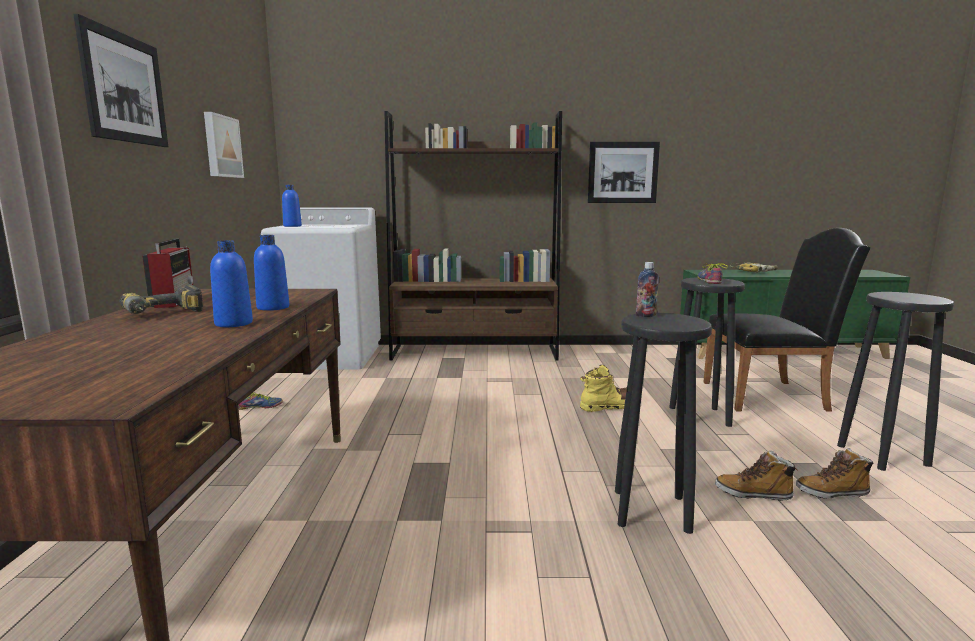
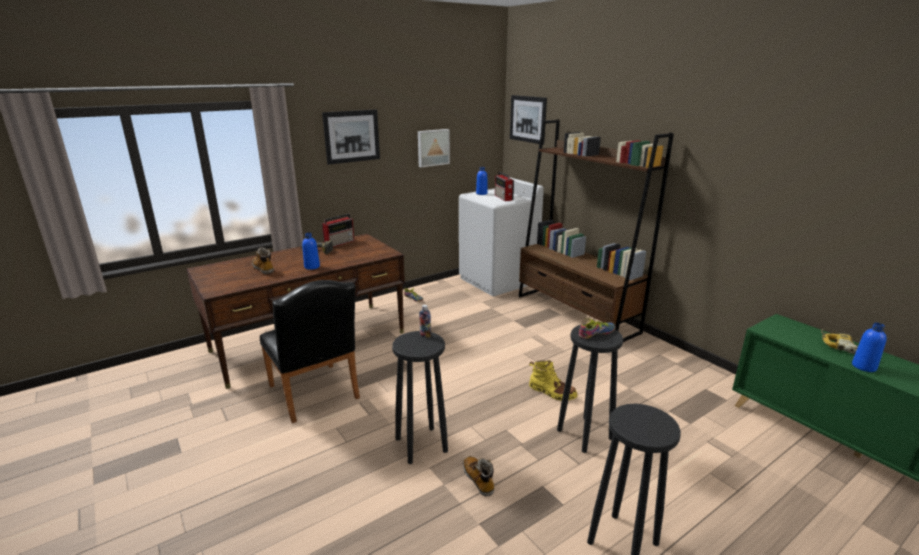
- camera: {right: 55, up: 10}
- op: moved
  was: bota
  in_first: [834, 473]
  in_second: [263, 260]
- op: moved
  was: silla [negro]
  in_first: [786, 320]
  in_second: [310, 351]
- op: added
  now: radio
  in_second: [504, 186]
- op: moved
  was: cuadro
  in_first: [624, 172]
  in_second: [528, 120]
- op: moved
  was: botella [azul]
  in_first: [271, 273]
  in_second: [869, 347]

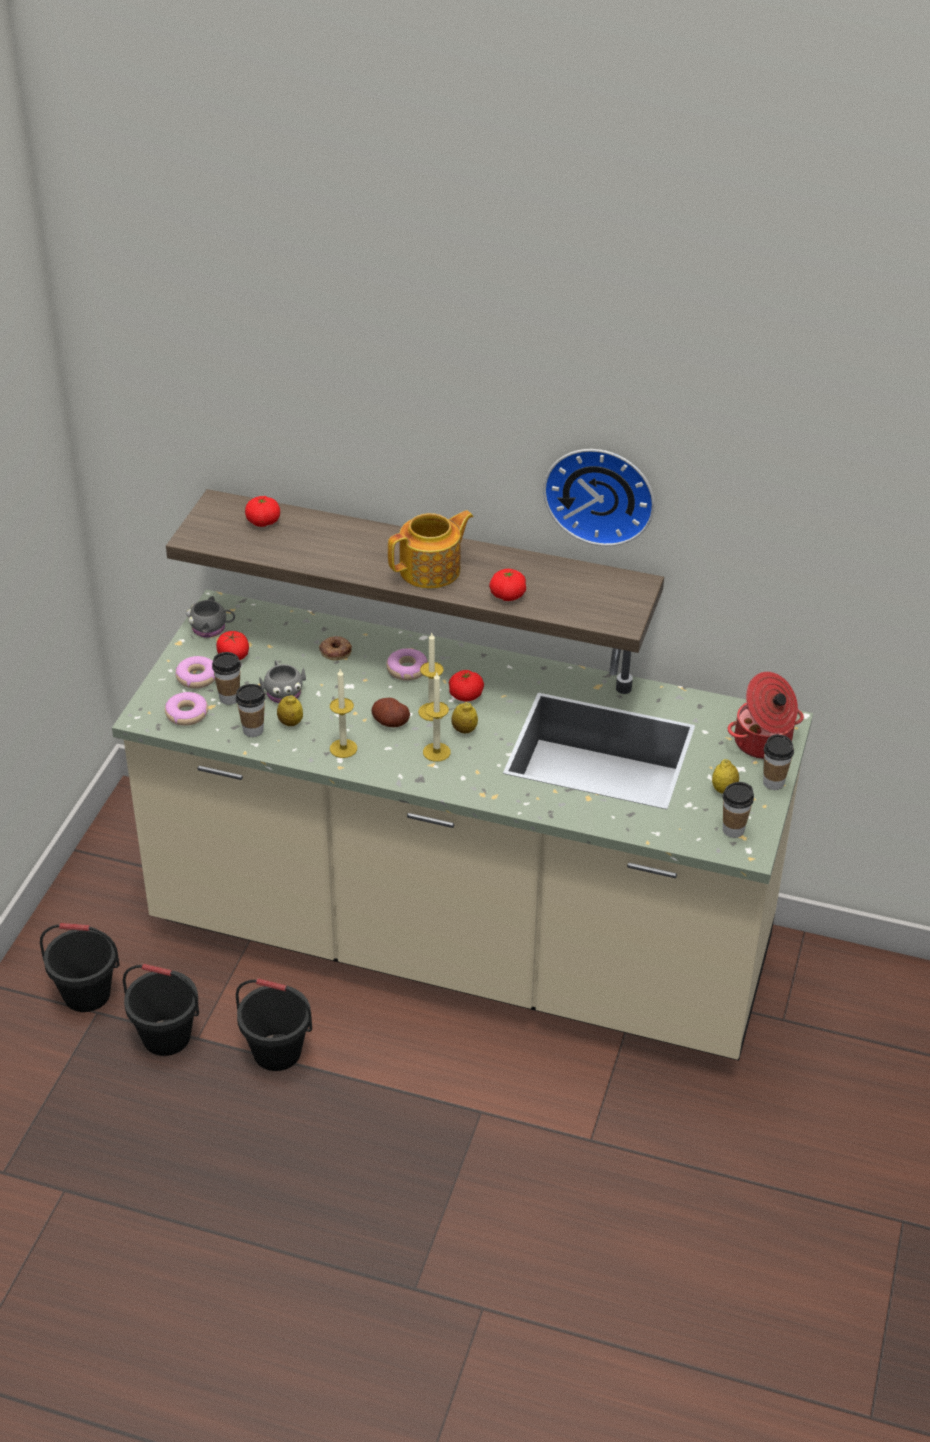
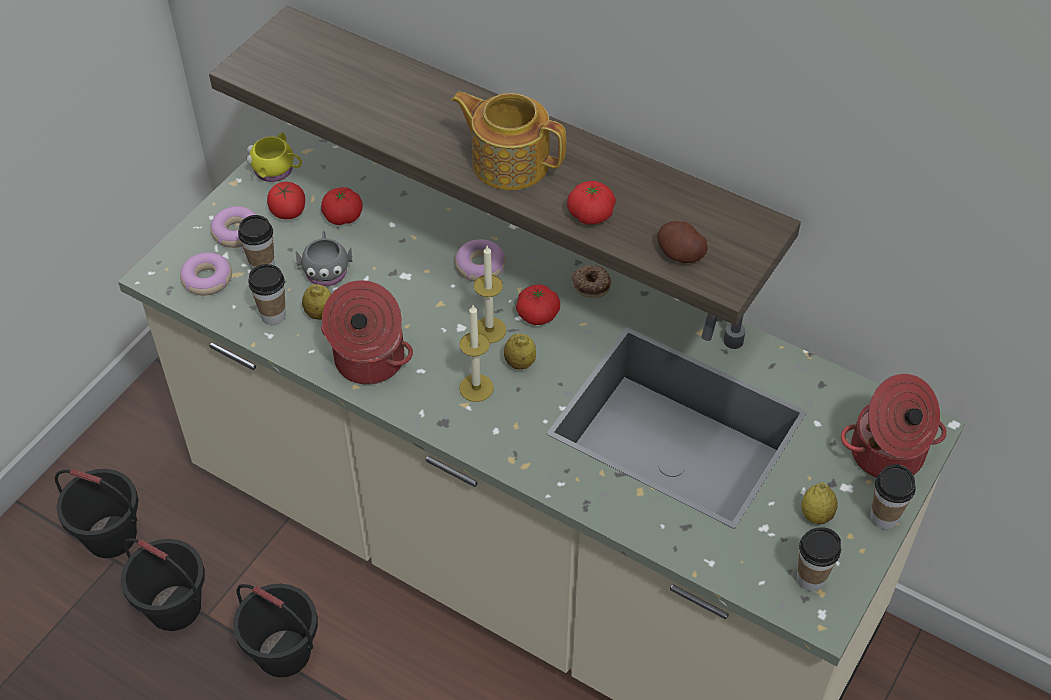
- camera: {right: 15, up: 10}
- op: recoloured
  was: taza grande [gris]
  now: taza grande [amarillo]
  in_first: [210, 617]
  in_second: [274, 157]
- op: moved
  was: tomate
  in_first: [262, 511]
  in_second: [341, 206]
- op: replaced
  was: vela
  now: olla
  in_first: [343, 713]
  in_second: [367, 332]
- op: turned
  was: tetera
  in_first: [431, 549]
  in_second: [508, 141]
  clockwise: -135
- op: moved
  was: rosquilla
  in_first: [335, 648]
  in_second: [591, 281]
- op: moved
  was: patata
  in_first: [390, 712]
  in_second: [682, 242]
- op: removed
  was: reloj de pared
  in_first: [599, 497]

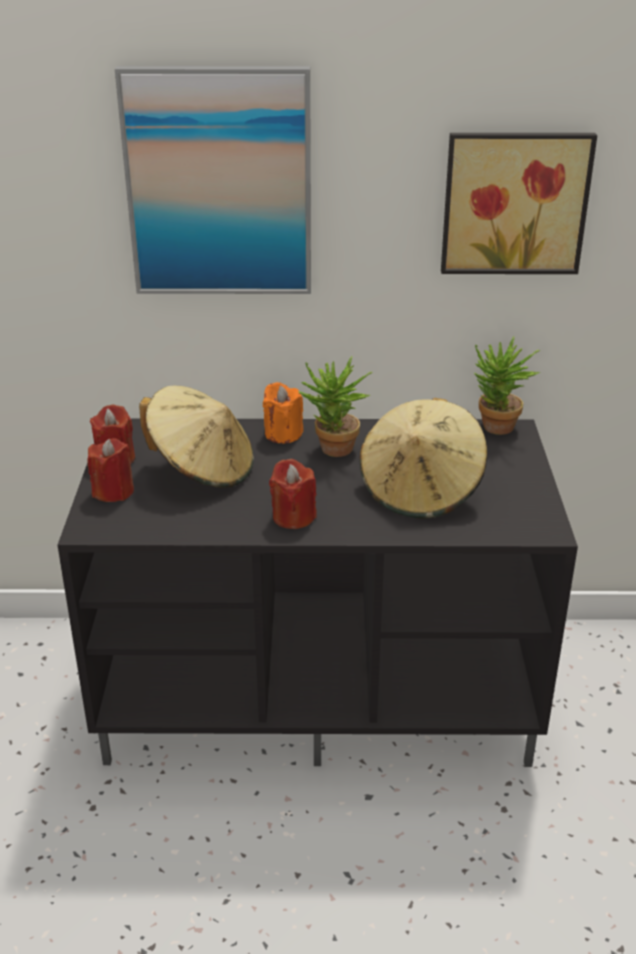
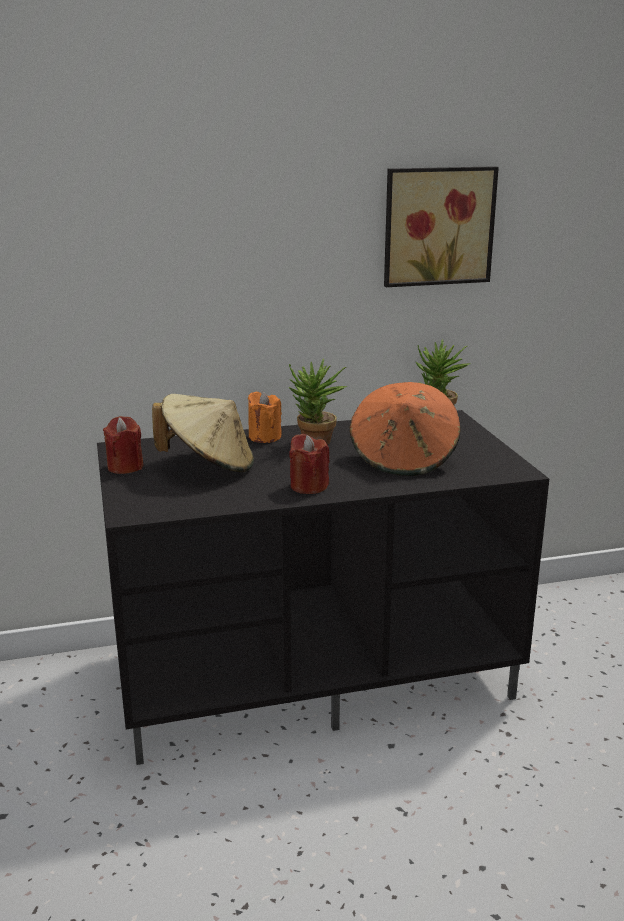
- camera: {right: -15, up: -10}
- op: recoloured
  was: sombrero [beis]
  now: sombrero [naranja]
  in_first: [423, 458]
  in_second: [405, 429]
- op: removed
  was: vela [rojo]
  in_first: [110, 470]
- op: removed
  was: cuadro
  in_first: [213, 180]

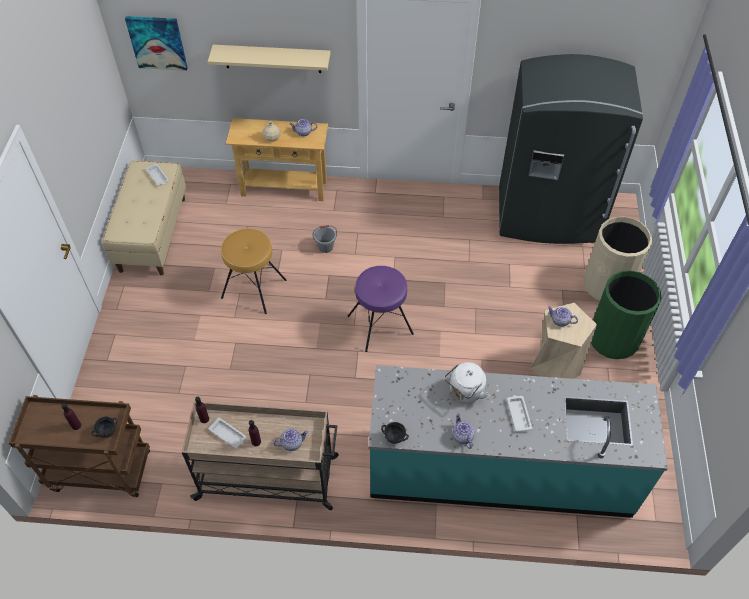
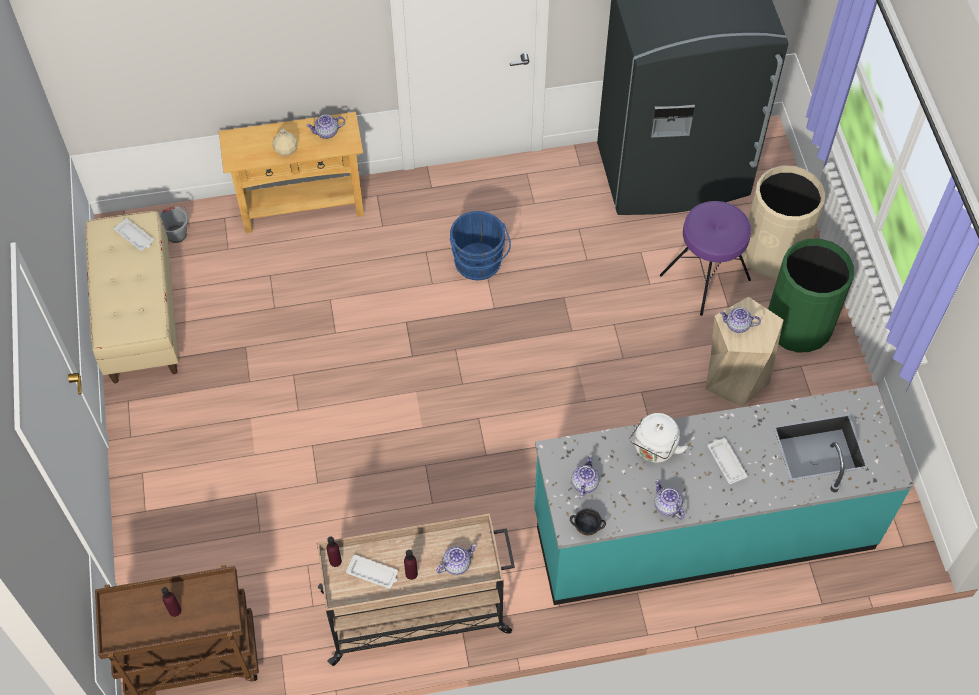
- camera: {right: -15, up: 5}
- op: moved
  was: cubo [gris]
  in_first: [325, 239]
  in_second: [174, 224]
- op: added
  now: cubo [azul]
  in_second: [480, 245]
- op: added
  now: tetera
  in_second: [585, 477]
- op: moved
  was: taburete [morado]
  in_first: [380, 309]
  in_second: [705, 258]
- op: removed
  was: cuenco [negro]
  in_first: [104, 427]
- op: removed
  was: cuadro
  in_first: [156, 43]
- op: removed
  was: estante [beis]
  in_first: [269, 59]
- op: removed
  was: taburete [marrón]
  in_first: [253, 271]

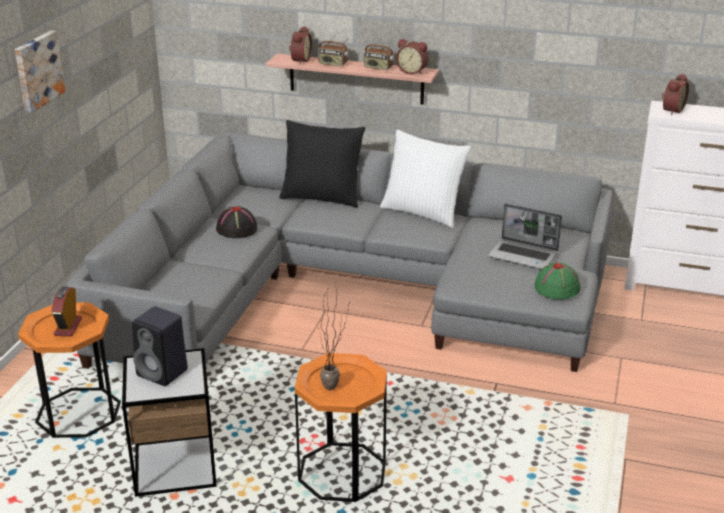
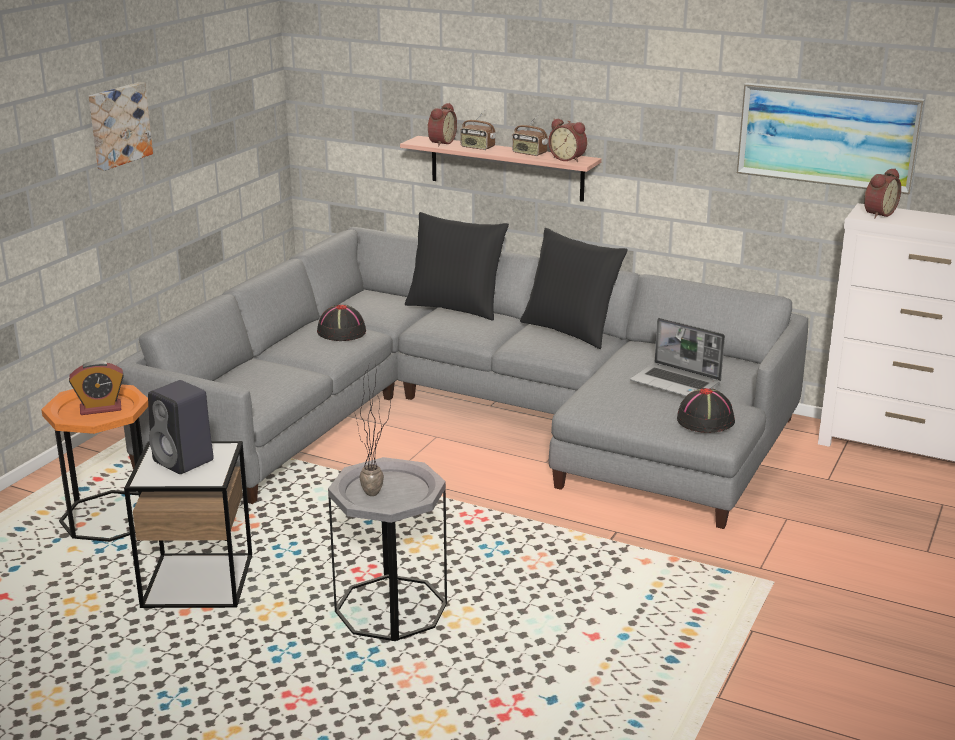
- camera: {right: 10, up: -5}
- op: turned
  was: despertador
  in_first: [66, 311]
  in_second: [96, 388]
  clockwise: -120
- op: recoloured
  was: mesa auxiliar [naranja]
  now: mesa auxiliar [gris]
  in_first: [341, 427]
  in_second: [387, 549]
- op: recoloured
  was: cojín [blanco]
  now: cojín [negro]
  in_first: [425, 178]
  in_second: [573, 288]
- op: recoloured
  was: sombrero [verde]
  now: sombrero [negro]
  in_first: [557, 281]
  in_second: [706, 410]
- op: added
  now: cuadro
  in_second: [830, 139]

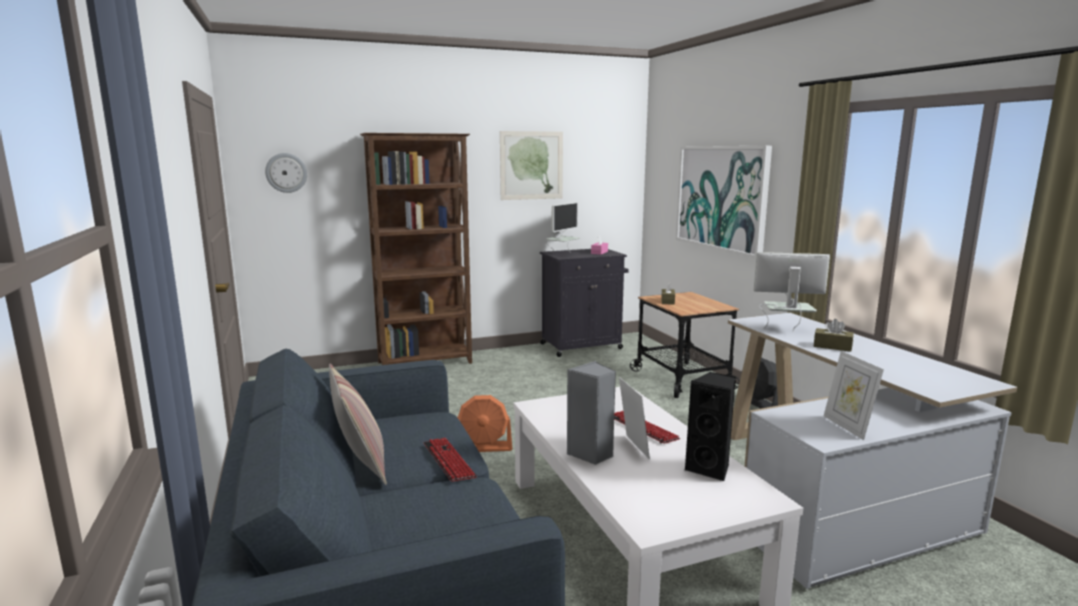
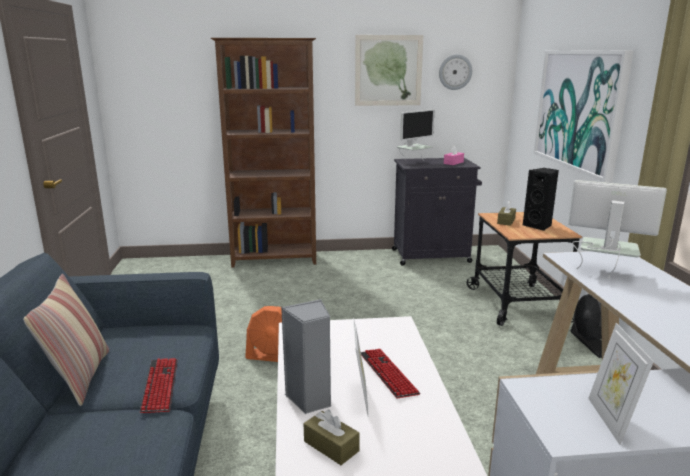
- camera: {right: 15, up: 5}
- op: moved
  was: caja de pañuelos [marrón]
  in_first: [834, 335]
  in_second: [332, 437]
- op: moved
  was: reloj de pared
  in_first: [286, 173]
  in_second: [455, 72]
- op: moved
  was: altavoz [negro]
  in_first: [710, 426]
  in_second: [541, 199]

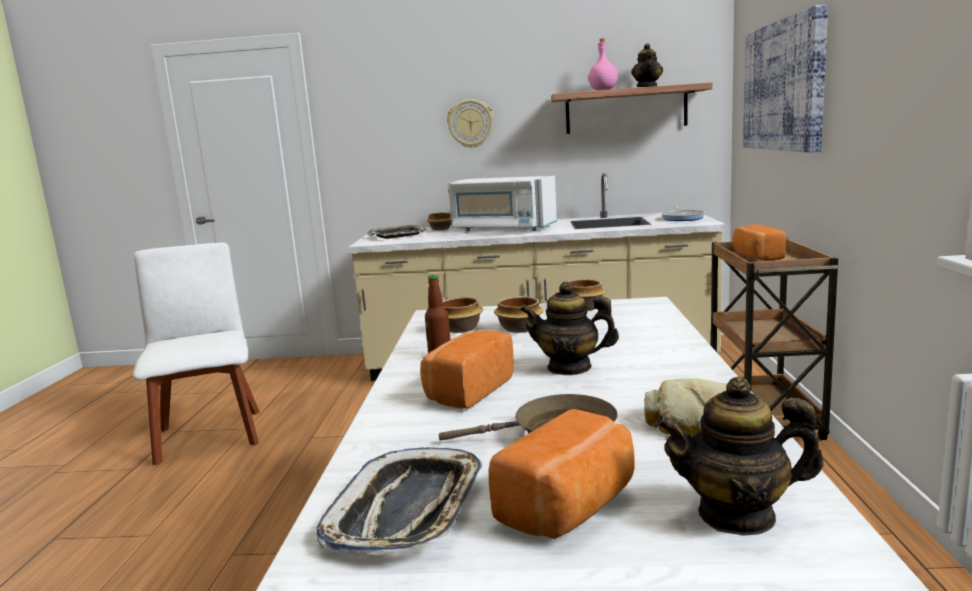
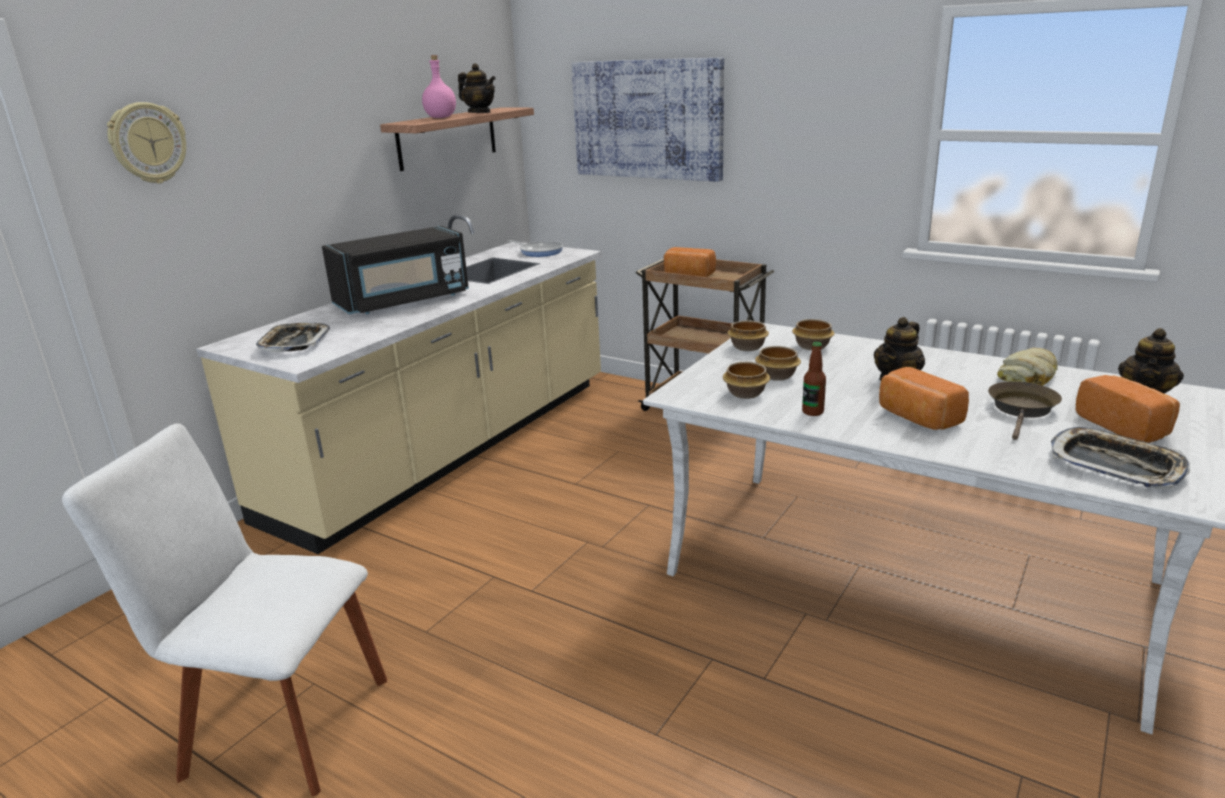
- camera: {right: -60, up: 10}
- op: moved
  was: reloj de pared
  in_first: [470, 123]
  in_second: [146, 143]
- op: recoloured
  was: microondas [blanco]
  now: microondas [negro]
  in_first: [502, 203]
  in_second: [395, 270]
- op: moved
  was: cuenco
  in_first: [439, 221]
  in_second: [813, 335]

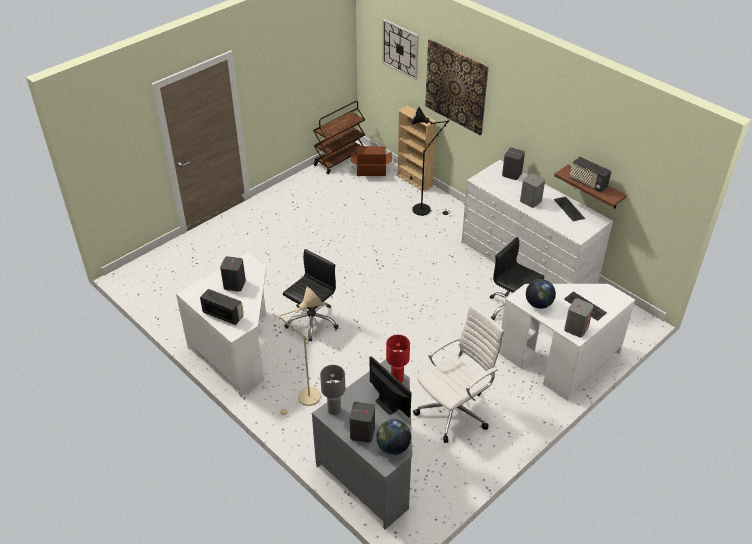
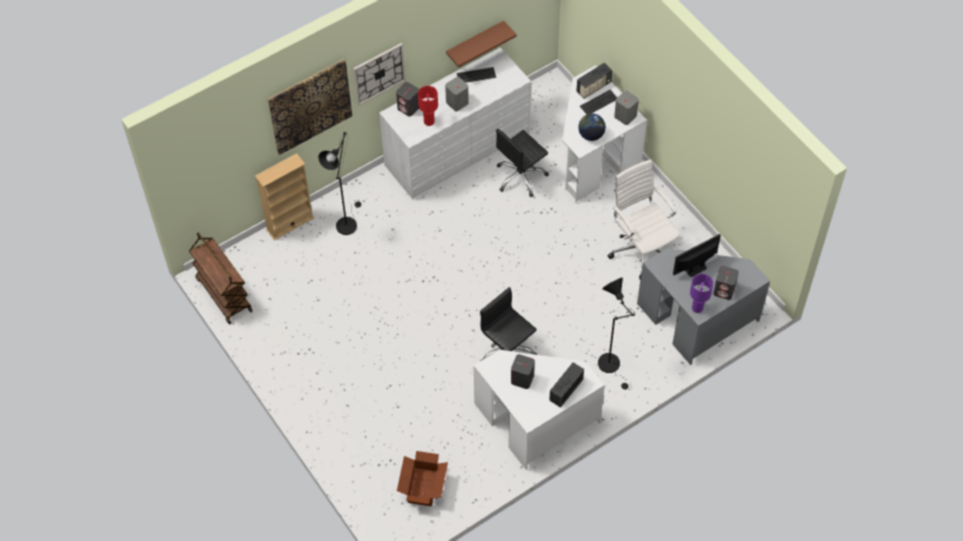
- camera: {right: -80, up: 15}
- op: moved
  was: reloj de pared
  in_first: [400, 49]
  in_second: [379, 74]
- op: moved
  was: caja de cartón
  in_first: [371, 161]
  in_second: [422, 478]
- op: moved
  was: lámpara de mesa [rojo]
  in_first: [398, 359]
  in_second: [428, 106]
- op: moved
  was: radio
  in_first: [590, 174]
  in_second: [594, 81]
- op: recoloured
  was: lámpara de pie [beis]
  now: lámpara de pie [negro]
  in_first: [300, 352]
  in_second: [617, 333]
- op: recoloured
  was: lámpara de mesa [gris]
  now: lámpara de mesa [morado]
  in_first: [332, 390]
  in_second: [701, 293]
- op: removed
  was: globo terráqueo
  in_first: [393, 437]

